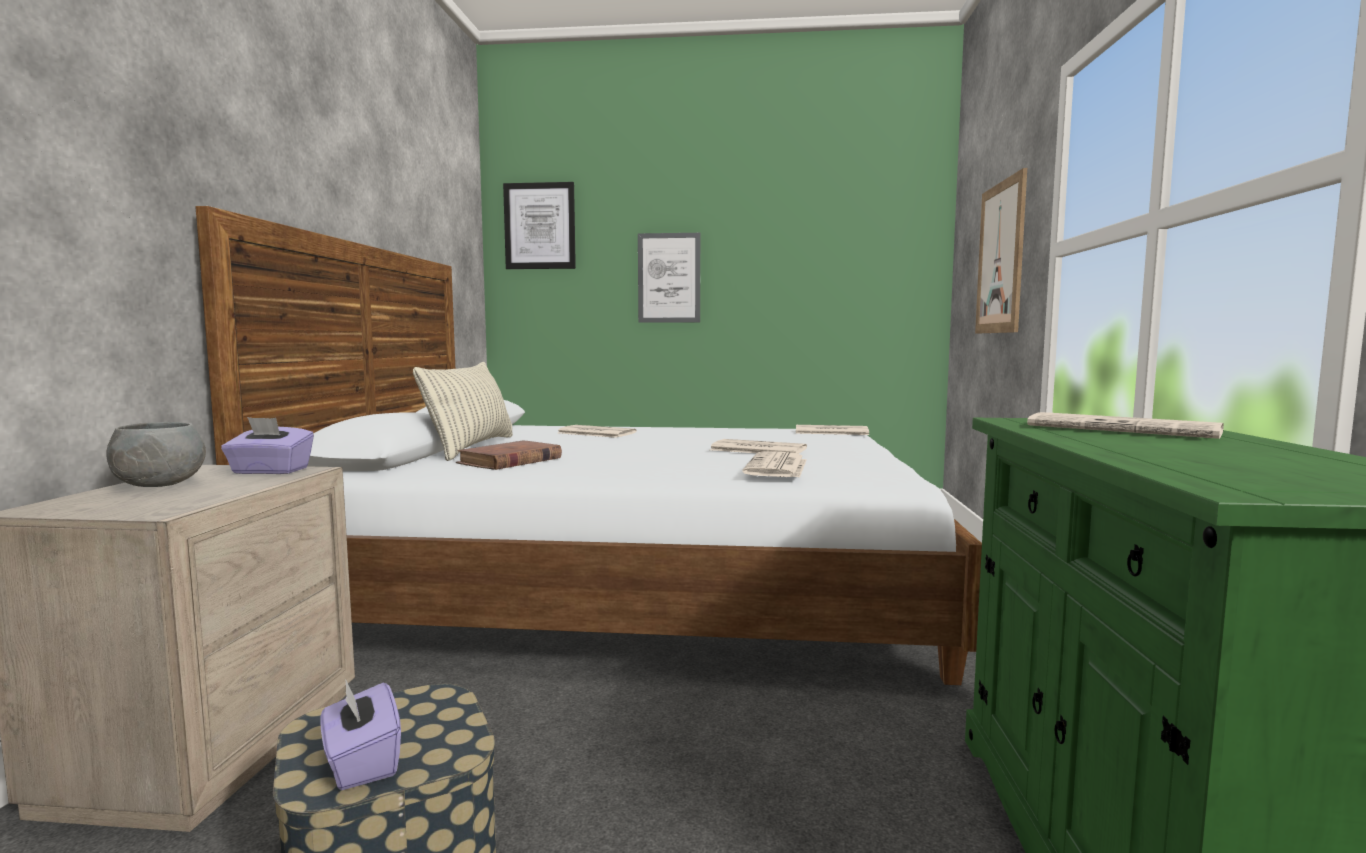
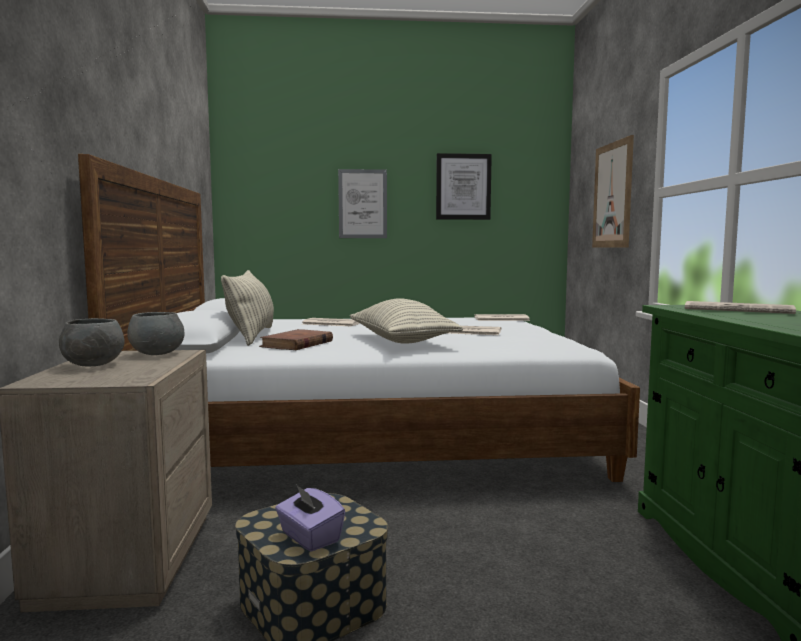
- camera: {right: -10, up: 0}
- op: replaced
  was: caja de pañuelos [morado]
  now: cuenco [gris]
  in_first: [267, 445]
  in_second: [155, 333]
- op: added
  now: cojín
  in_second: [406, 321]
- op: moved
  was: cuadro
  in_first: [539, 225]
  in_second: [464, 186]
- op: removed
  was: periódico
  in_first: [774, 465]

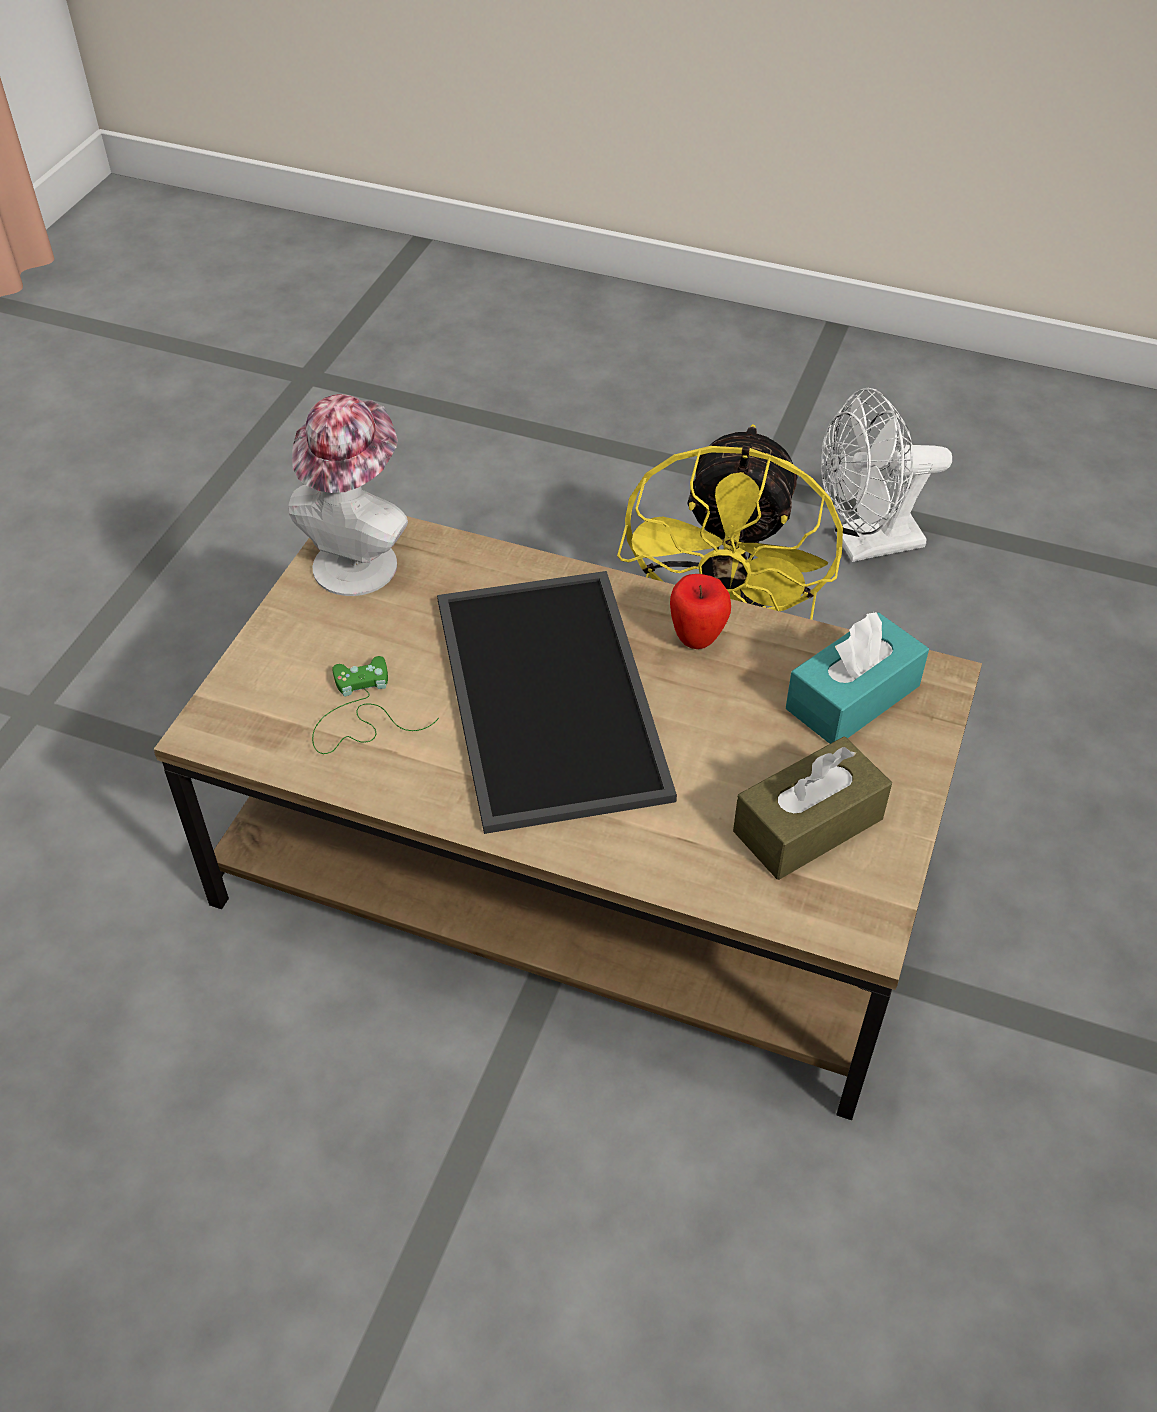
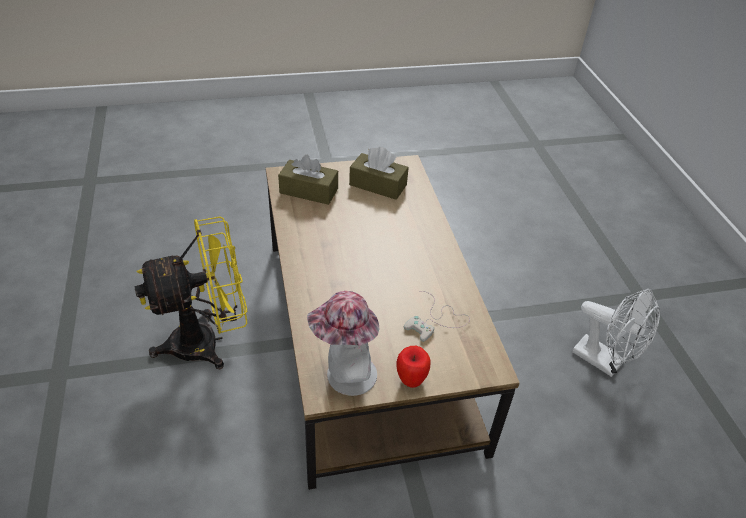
- camera: {right: -125, up: -5}
- op: recoloured
  was: caja de pañuelos [turquesa]
  now: caja de pañuelos [marrón]
  in_first: [857, 678]
  in_second: [308, 180]
- op: moved
  was: manzana
  in_first: [700, 611]
  in_second: [413, 367]
- op: recoloured
  was: mando de consola [verde]
  now: mando de consola [blanco]
  in_first: [375, 705]
  in_second: [437, 316]
- op: moved
  was: ventilador [blanco]
  in_first: [886, 475]
  in_second: [616, 333]
- op: removed
  was: bandeja
  in_first: [557, 702]

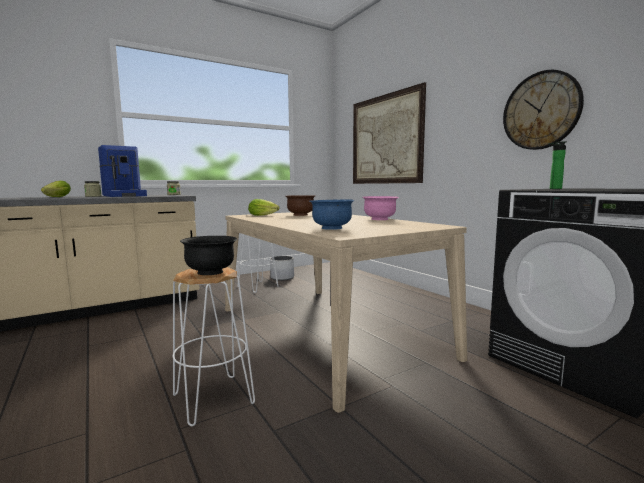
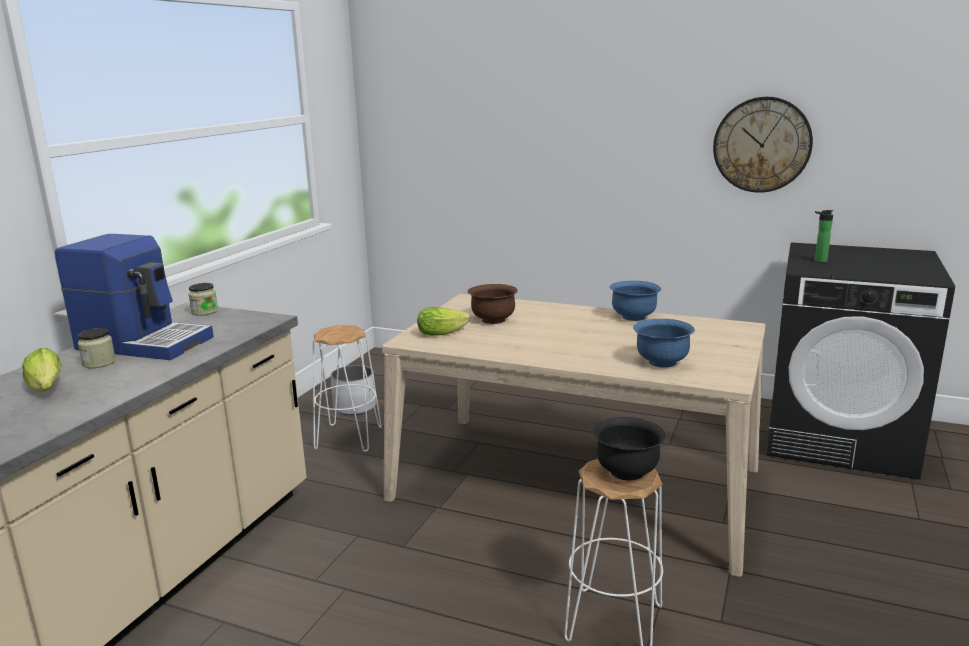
- camera: {right: -35, up: 10}
- op: recoloured
  was: cuenco [rosa]
  now: cuenco [azul]
  in_first: [381, 208]
  in_second: [635, 301]
- op: removed
  was: cuadro
  in_first: [389, 133]

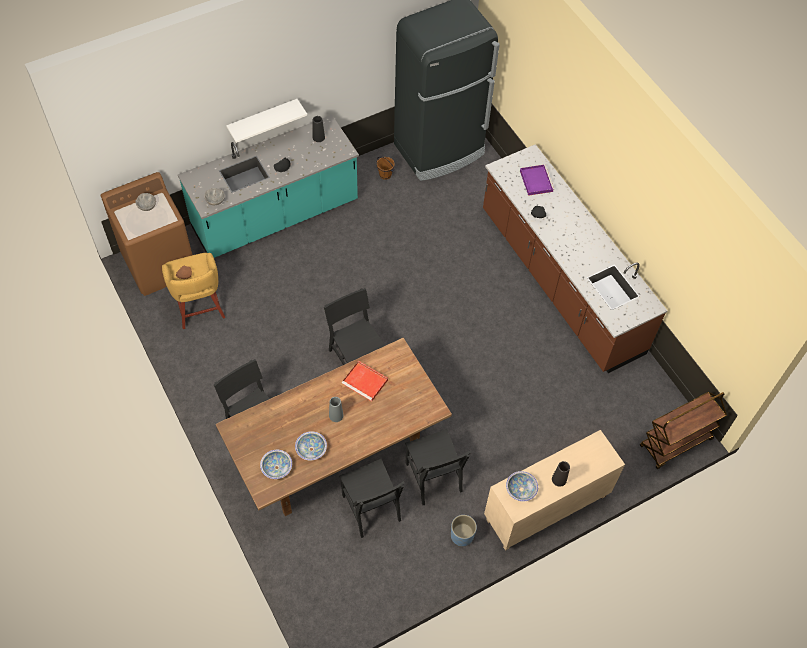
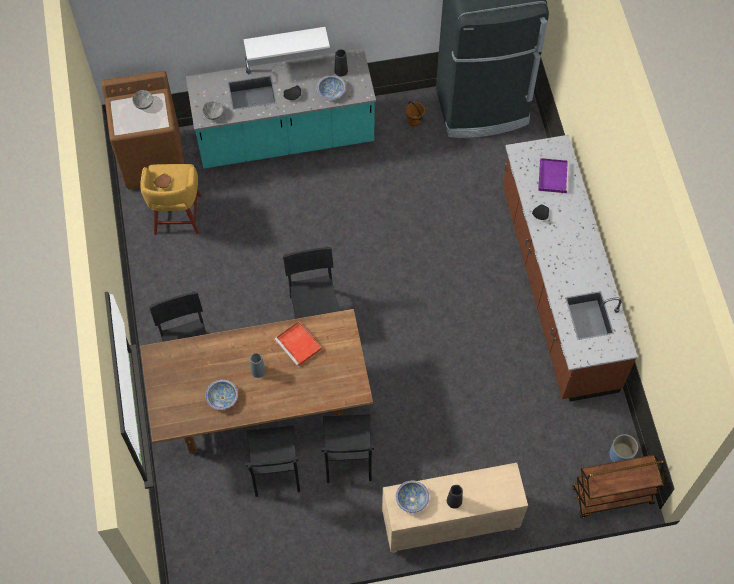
- camera: {right: 20, up: 5}
- op: moved
  was: cuenco
  in_first: [276, 464]
  in_second: [331, 87]
- op: moved
  was: maceta [azul]
  in_first: [464, 531]
  in_second: [623, 448]

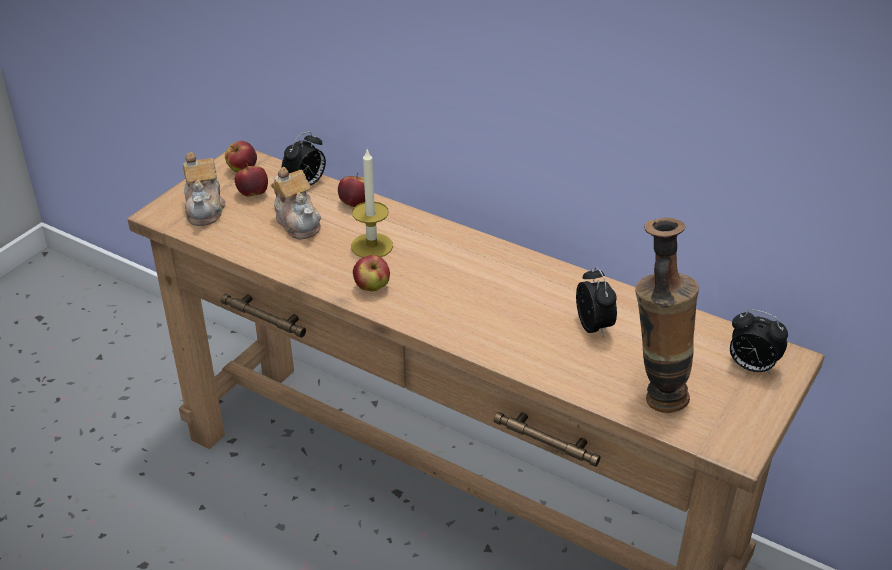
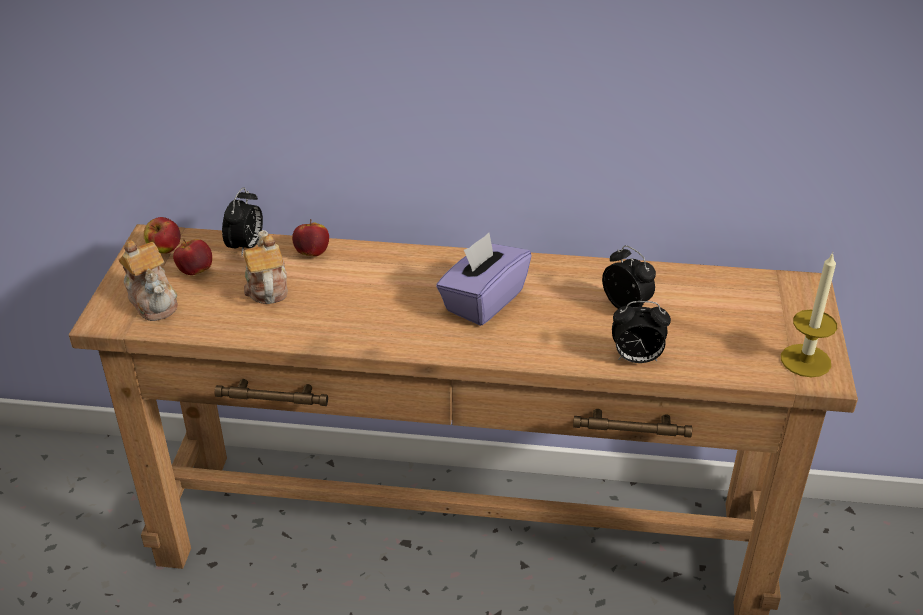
- camera: {right: -25, up: 0}
- op: turned
  was: tetera
  in_first: [296, 203]
  in_second: [266, 267]
  clockwise: -135
- op: added
  now: caja de pañuelos [morado]
  in_second: [484, 279]
- op: moved
  was: despertador
  in_first: [759, 342]
  in_second: [641, 332]
- op: moved
  was: vela
  in_first: [372, 204]
  in_second: [809, 314]
- op: removed
  was: manzana
  in_first: [371, 273]
- op: removed
  was: florero
  in_first: [667, 315]

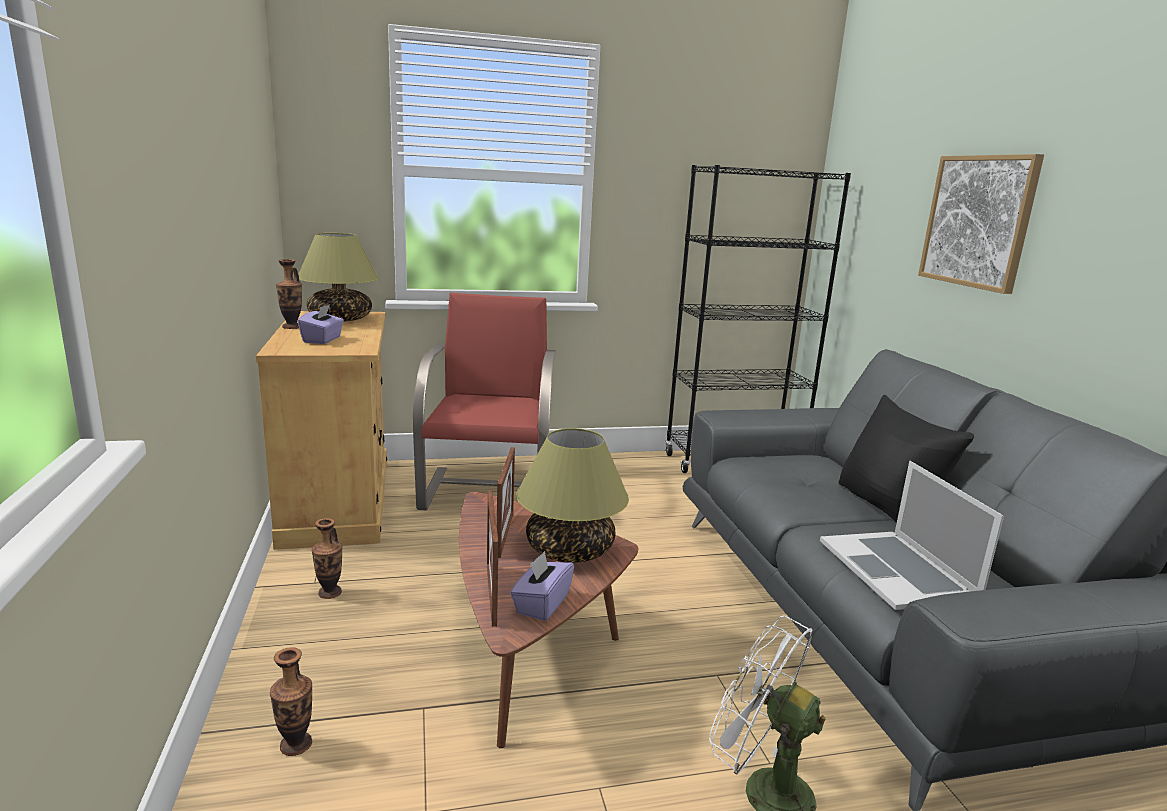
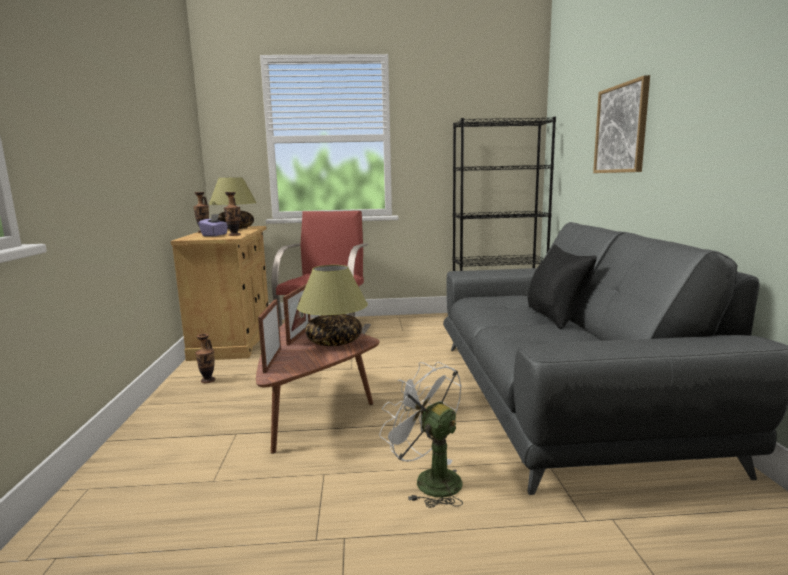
- camera: {right: 10, up: -5}
- op: moved
  was: florero
  in_first: [291, 701]
  in_second: [232, 214]
- op: removed
  was: caja de pañuelos [morado]
  in_first: [542, 586]
- op: removed
  was: portátil
  in_first: [912, 535]

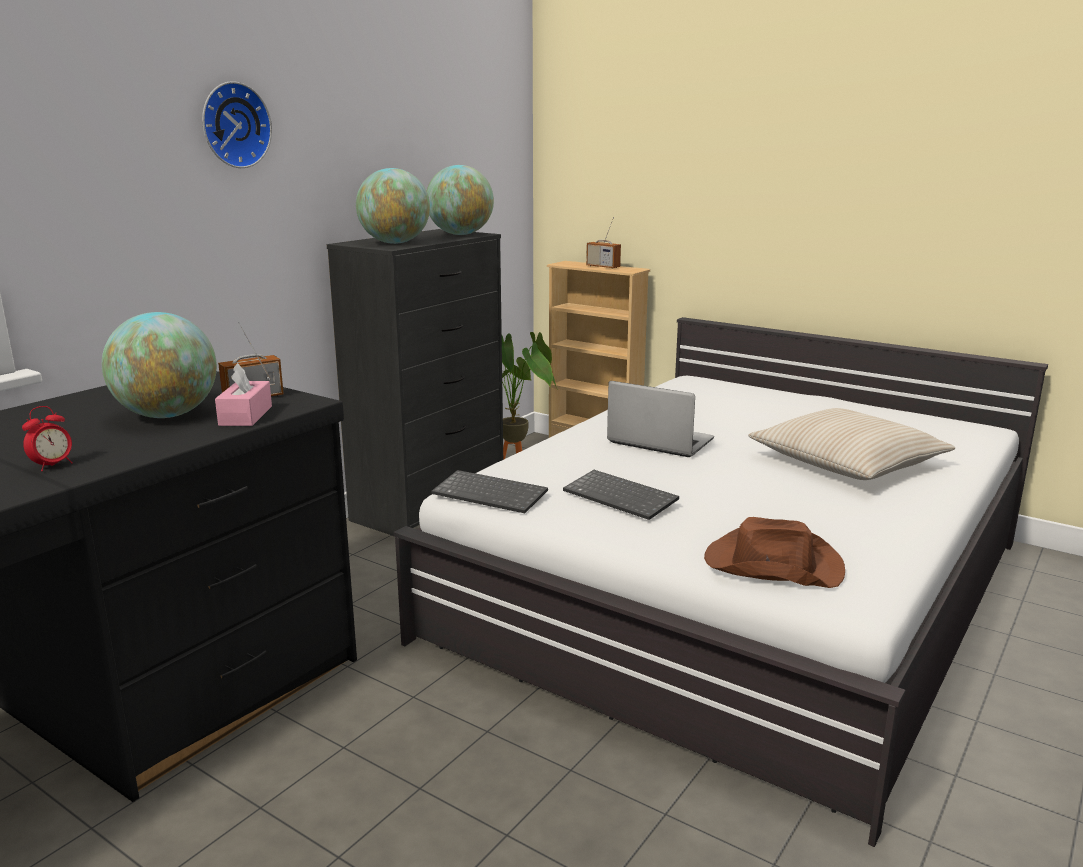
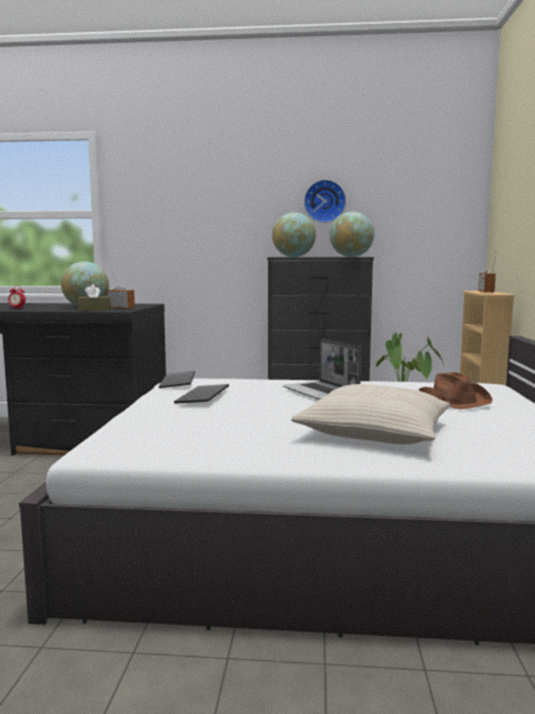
- camera: {right: 60, up: -10}
- op: recoloured
  was: caja de pañuelos [rosa]
  now: caja de pañuelos [marrón]
  in_first: [243, 394]
  in_second: [94, 297]
- op: turned
  was: portátil
  in_first: [660, 419]
  in_second: [322, 369]
  clockwise: 150
- op: moved
  was: reloj de pared
  in_first: [237, 124]
  in_second: [325, 201]
- op: moved
  was: sombrero [marrón]
  in_first: [774, 552]
  in_second: [456, 390]

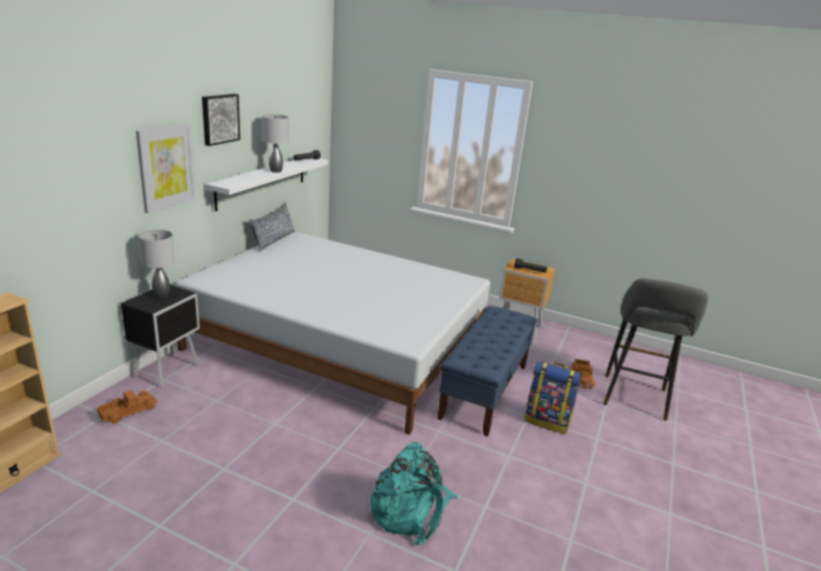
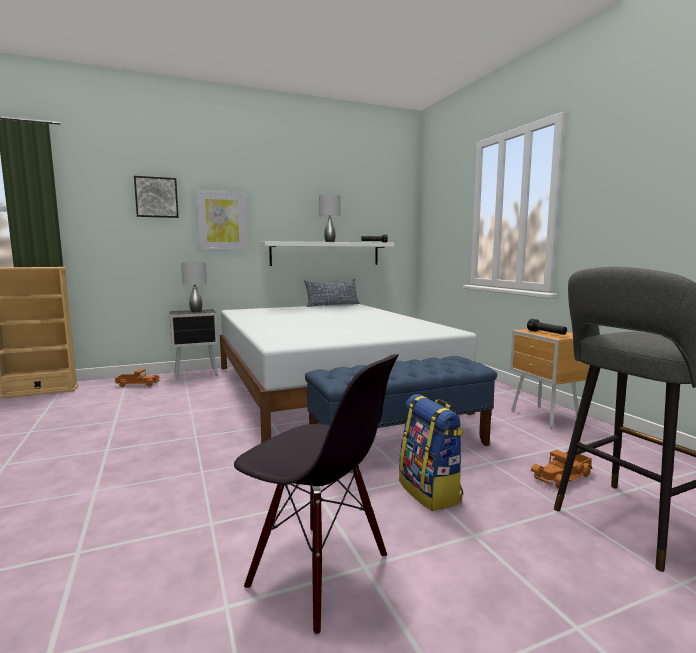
- camera: {right: 45, up: -15}
- op: moved
  was: cuadro
  in_first: [221, 120]
  in_second: [156, 197]
- op: added
  now: silla [negro]
  in_second: [316, 494]
- op: removed
  was: mochila [turquesa]
  in_first: [414, 493]

